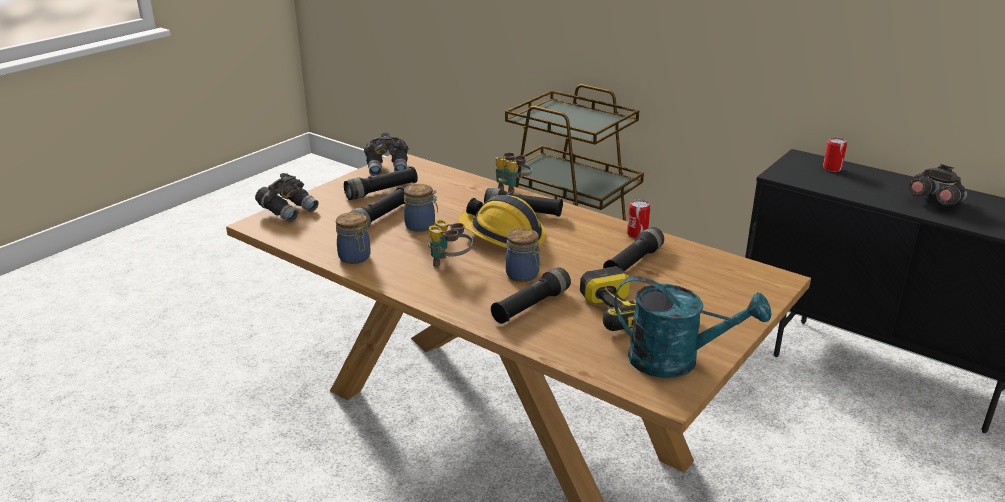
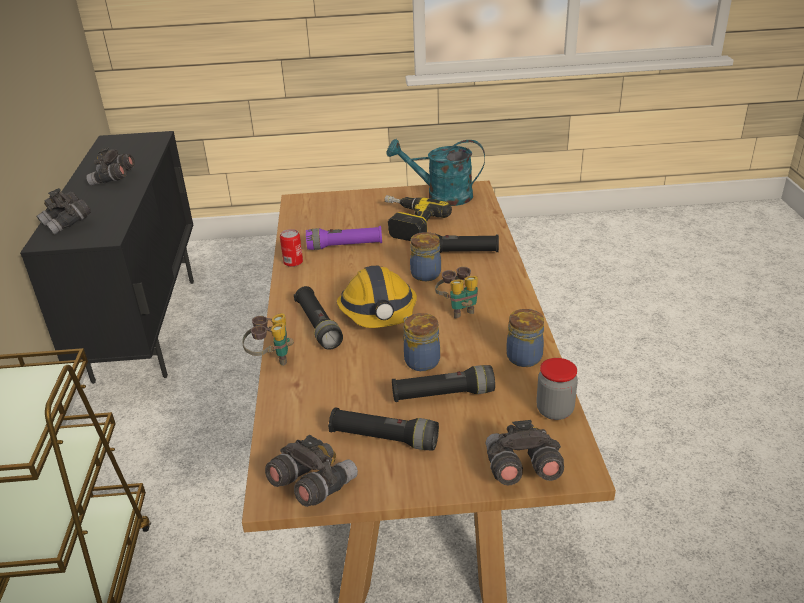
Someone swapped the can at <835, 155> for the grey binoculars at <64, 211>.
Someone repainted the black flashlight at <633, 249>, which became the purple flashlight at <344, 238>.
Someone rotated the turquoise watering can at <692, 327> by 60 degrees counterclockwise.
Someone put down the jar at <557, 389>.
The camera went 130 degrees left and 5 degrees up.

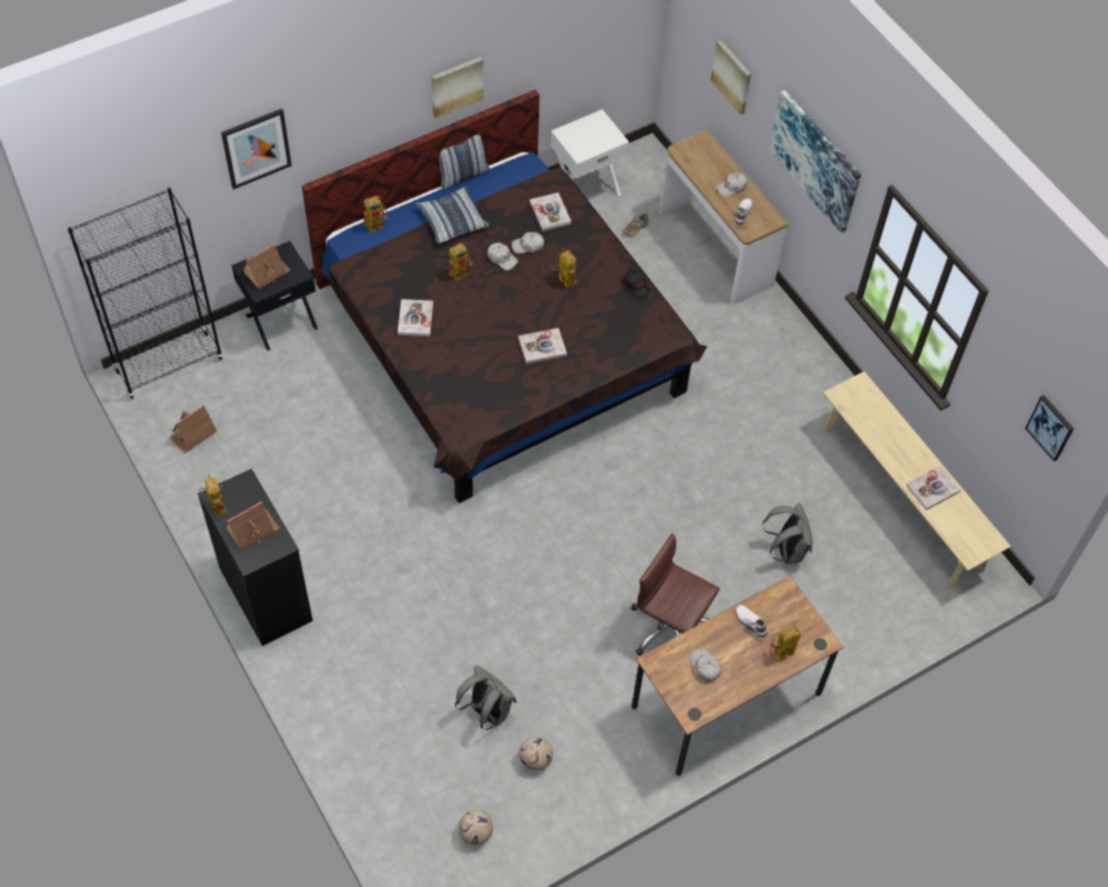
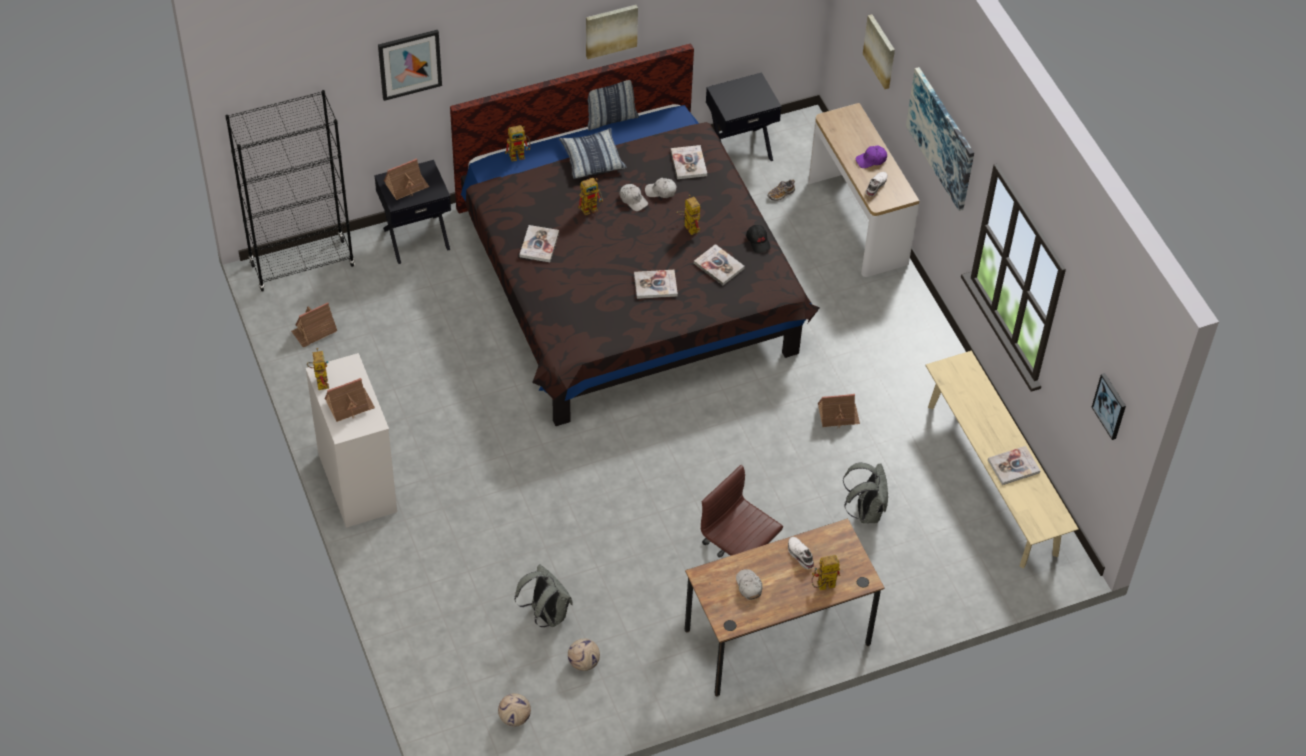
Someone repainted the black dresser at <255, 557>, which became the white dresser at <351, 440>.
Someone put down the book at <719, 264>.
Someone repainted the white nightstand at <589, 152>, which became the black nightstand at <744, 116>.
Someone put down the toy house at <838, 410>.
Someone repainted the white cap at <732, 184>, which became the purple cap at <871, 157>.
The camera went 10 degrees right and 5 degrees down.

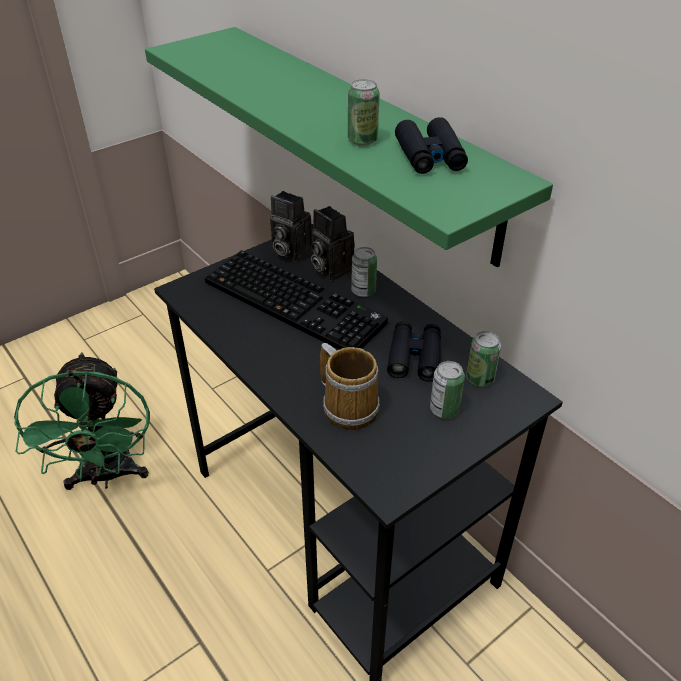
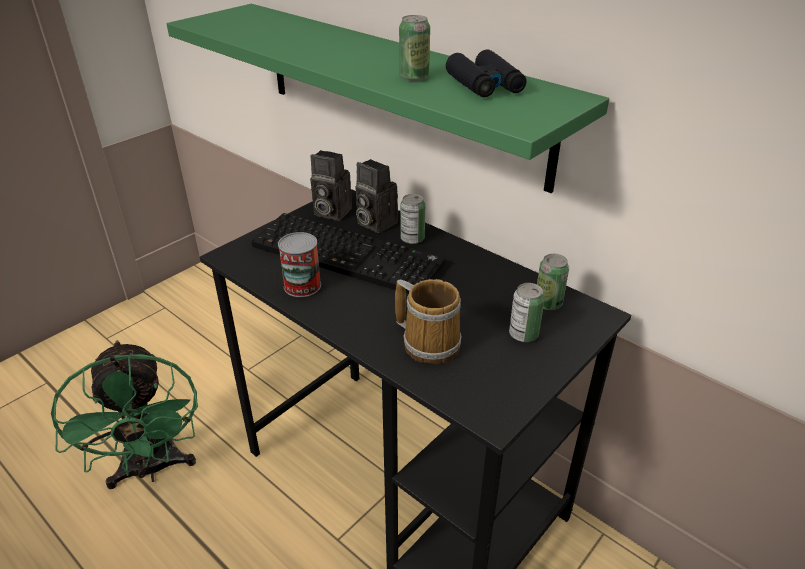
Someone put down the can at <299, 264>.
Someone took away the black binoculars at <414, 351>.
The camera went 10 degrees left and 5 degrees down.

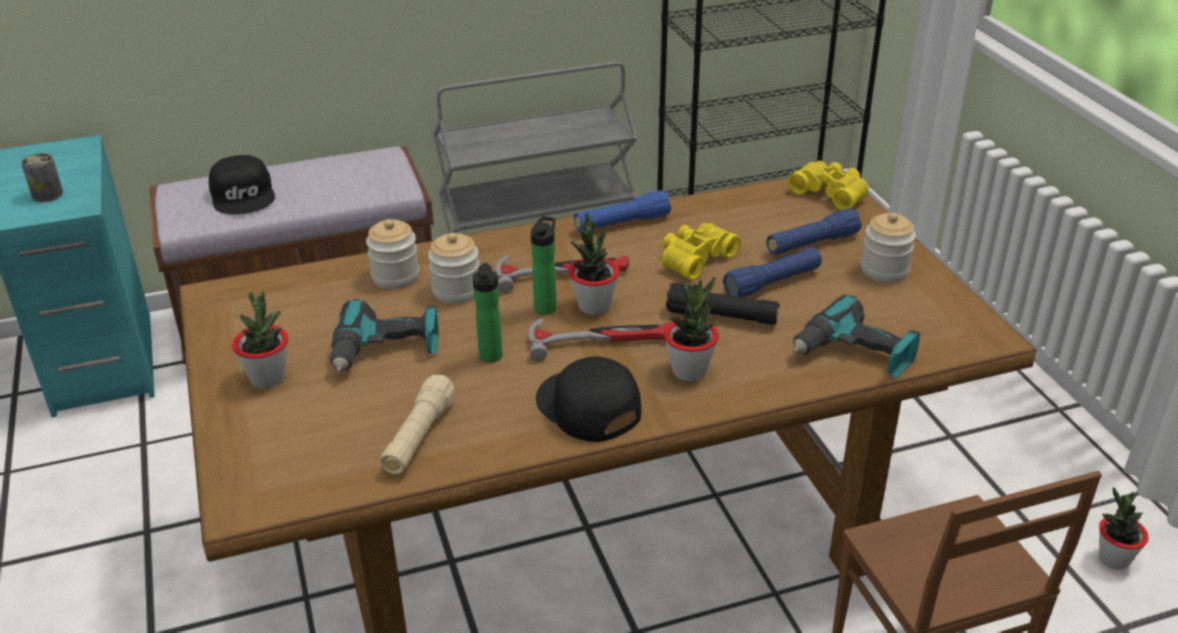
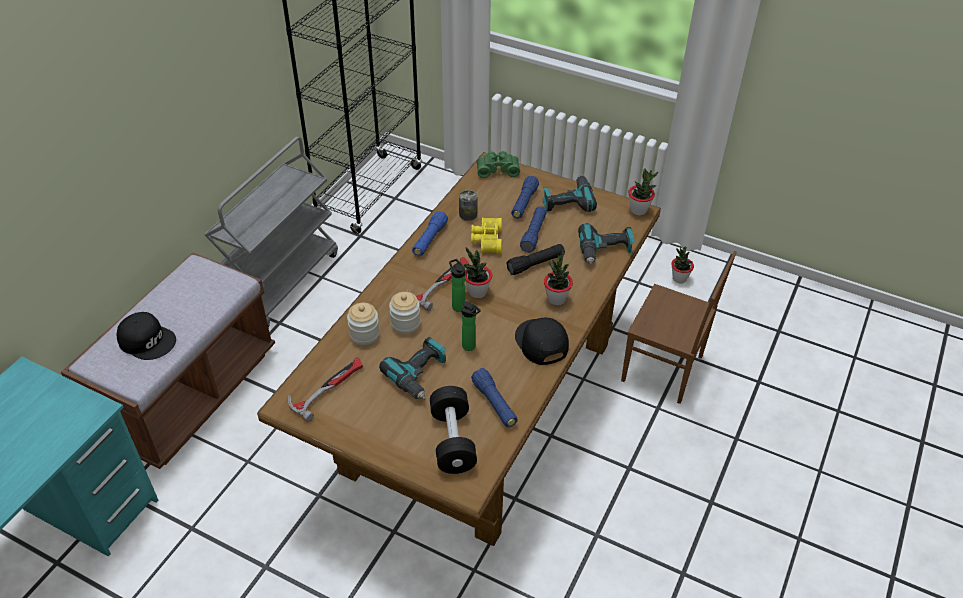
Someone carried the hammer from <599, 339> to <325, 389>.
Someone put down the black dumbbell at <453, 430>.
Someone carried the can from <42, 177> to <468, 205>.
Someone repainted the beige flashlight at <418, 424>, which became the blue flashlight at <494, 397>.
Someone repainted the yellow binoculars at <828, 185>, which became the green binoculars at <498, 164>.
Someone rotated the black cap at <588, 399> by 60 degrees clockwise.
Someone swapped the jar at <888, 247> for the power drill at <569, 193>.
Someone carried the potted plant from <260, 339> to <643, 191>.
The camera went 45 degrees left and 10 degrees up.

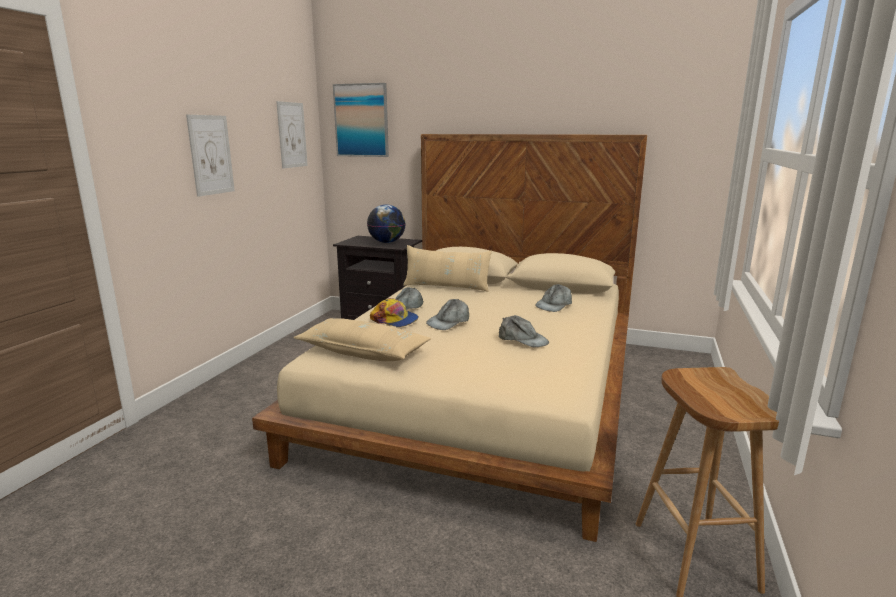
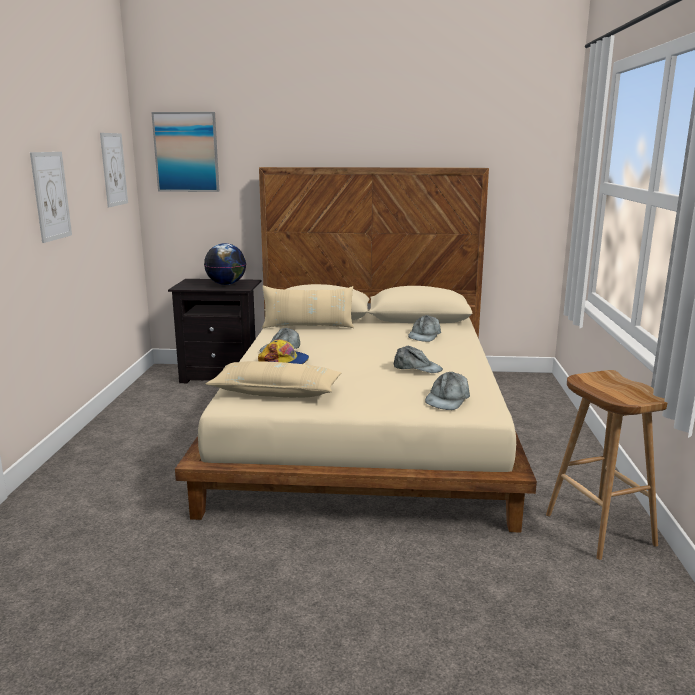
Someone carried the grey cap from <447, 314> to <447, 390>.
The camera went 15 degrees left and 0 degrees up.

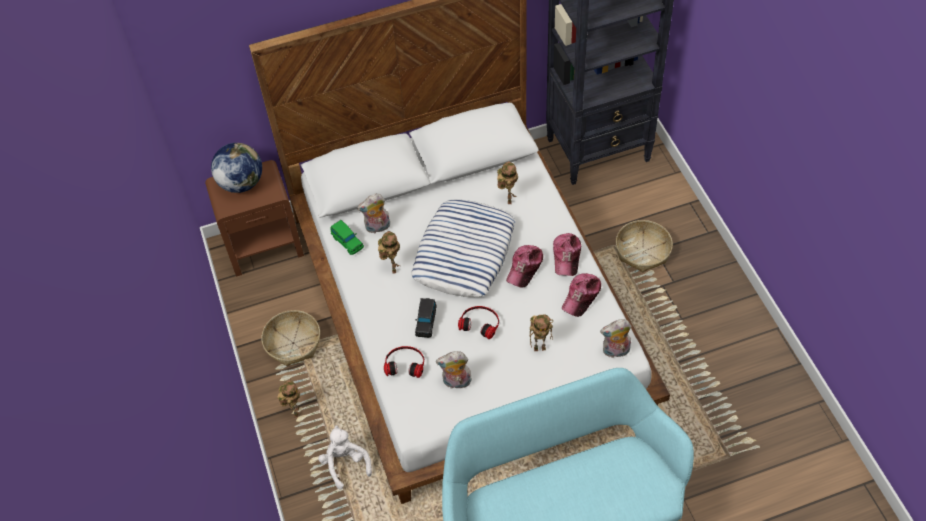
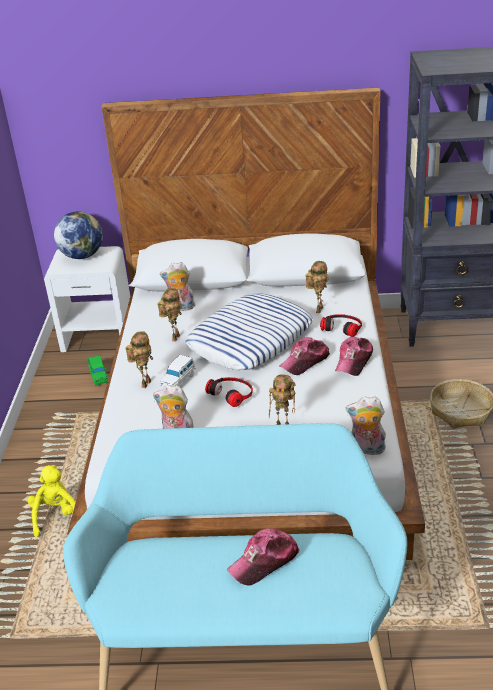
Someone repainted the white plush toy at <345, 457>, which became the yellow plush toy at <52, 501>.
Someone repainted the brown nightstand at <254, 218>, which became the white nightstand at <87, 299>.
Someone carried the green toy car from <347, 237> to <98, 370>.
Someone carried the toy robot from <289, 398> to <139, 359>.
Someone repainted the black toy car at <426, 318>, which became the white toy car at <177, 372>.
Someone carried the cap from <581, 295> to <263, 557>.
Someone carried the headphones from <404, 362> to <341, 325>.
Someone took away the basket at <290, 338>.
The camera went 20 degrees right and 20 degrees down.

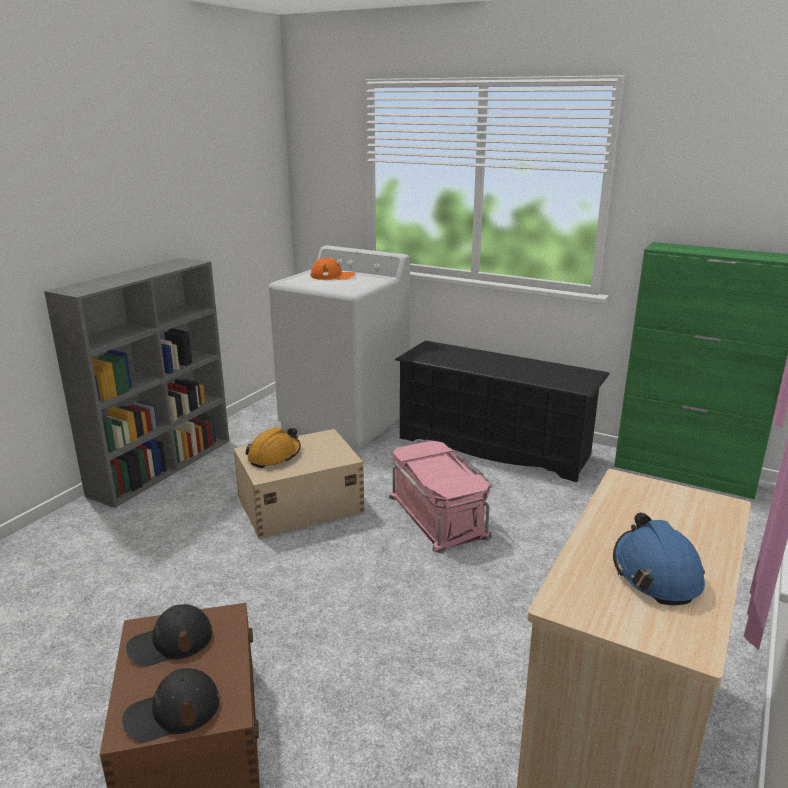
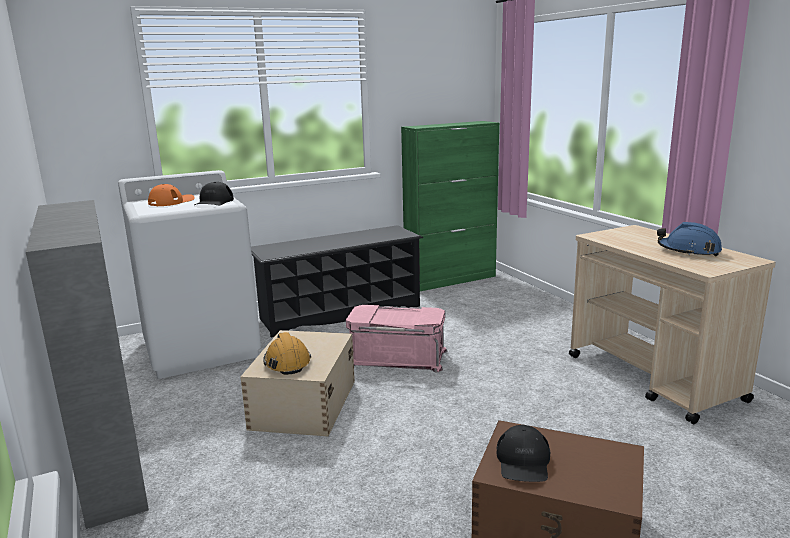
Someone carried the black cap from <171, 705> to <214, 193>.
The camera went 55 degrees left and 5 degrees down.

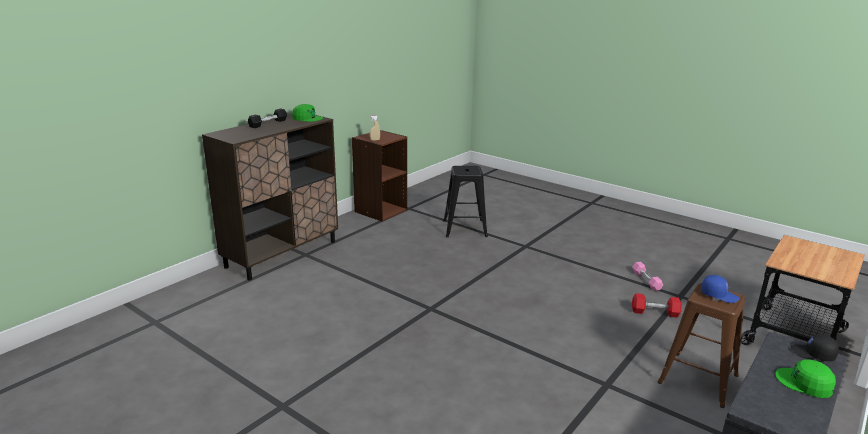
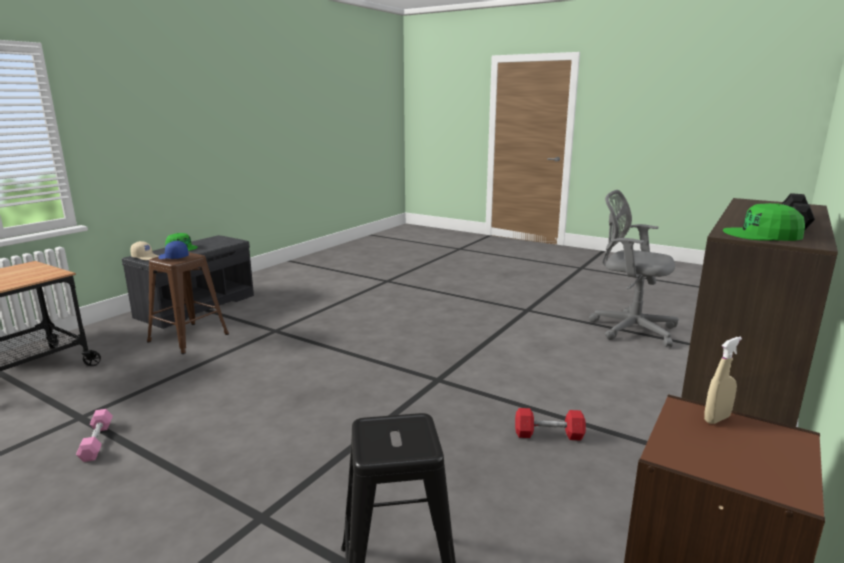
Someone repainted the black cap at <815, 347>, which became the beige cap at <145, 250>.
Someone carried the red dumbbell from <657, 305> to <550, 424>.
Someone put down the grey office chair at <634, 268>.
The camera went 175 degrees right and 5 degrees down.

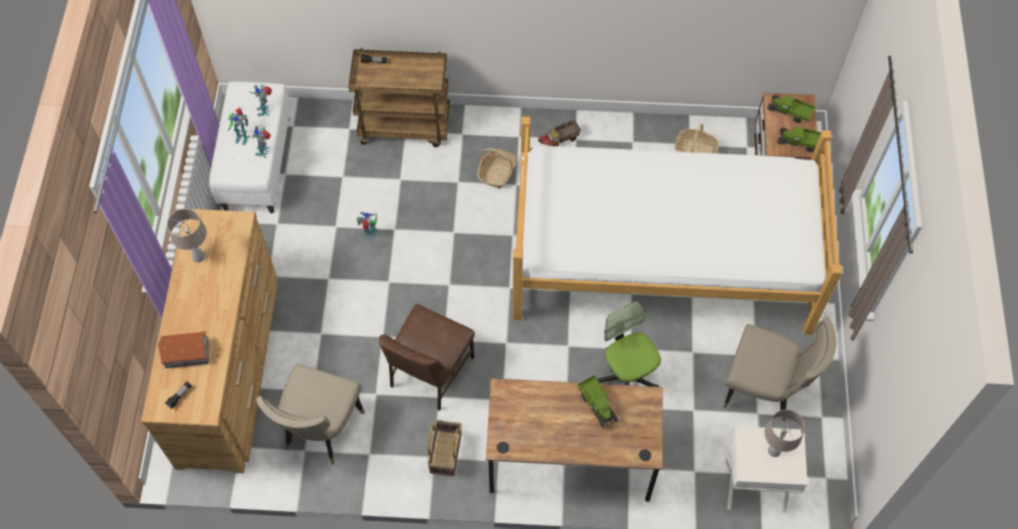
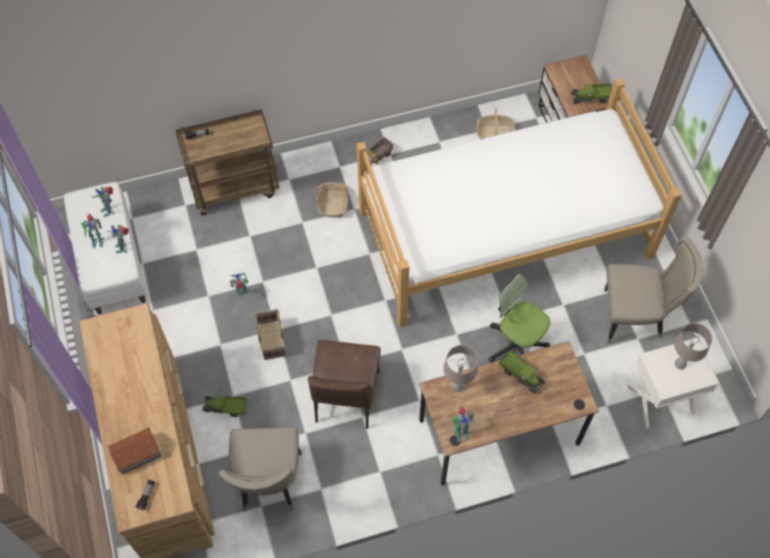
Someone carried the toy truck from <791, 109> to <224, 406>.
Someone carried the basket from <444, 448> to <270, 334>.
Someone carried the beige table lamp from <187, 235> to <460, 368>.
Someone put down the toy robot at <463, 424>.
The camera went 20 degrees left and 0 degrees up.

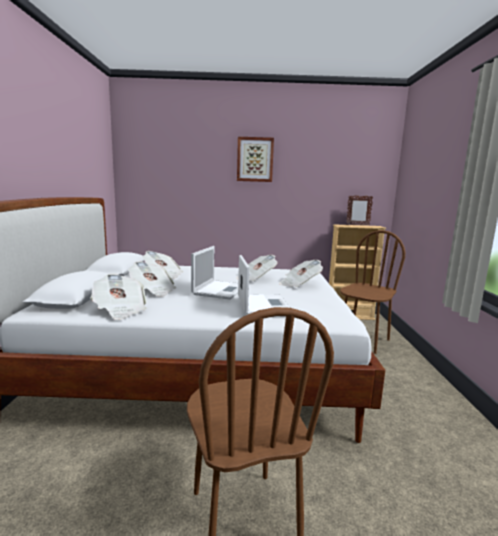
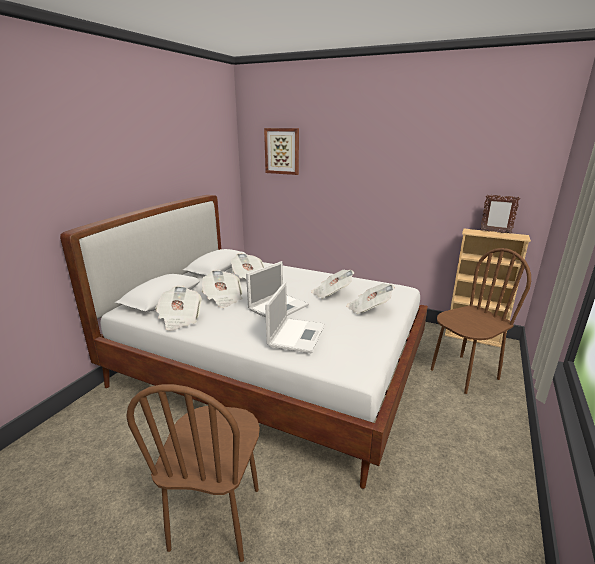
Someone carried the picture from <255, 159> to <281, 151>.
The camera went 25 degrees right and 10 degrees up.

